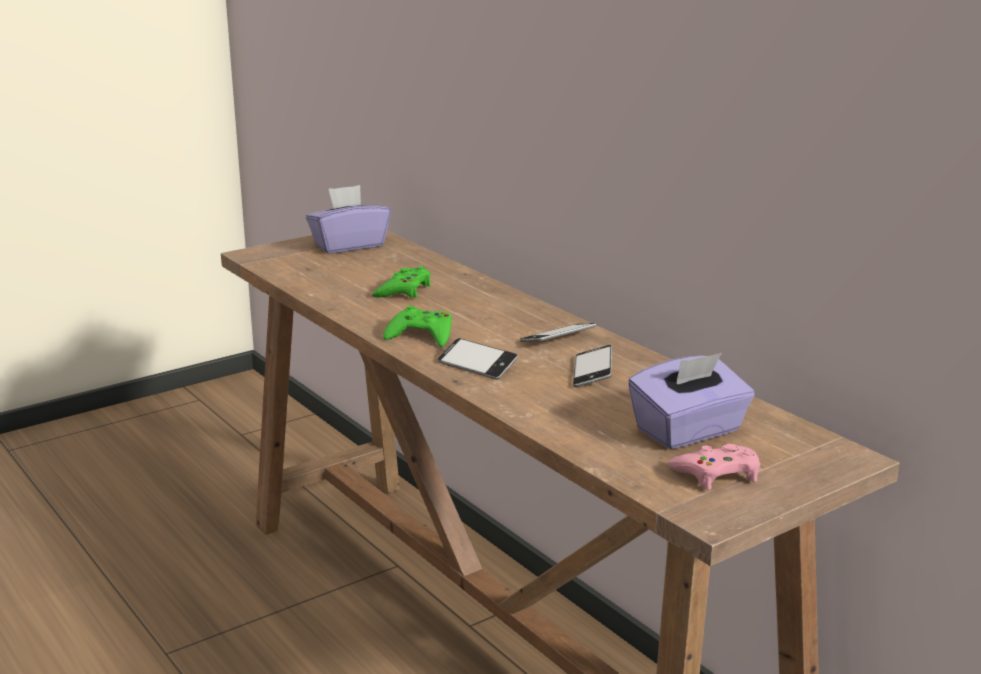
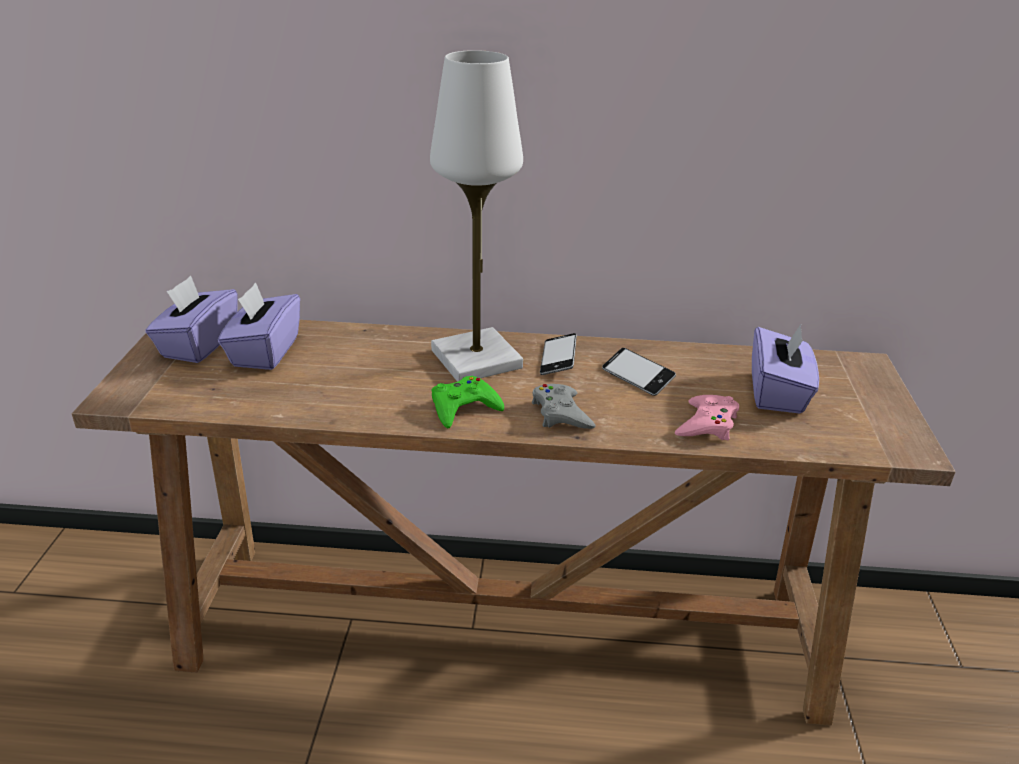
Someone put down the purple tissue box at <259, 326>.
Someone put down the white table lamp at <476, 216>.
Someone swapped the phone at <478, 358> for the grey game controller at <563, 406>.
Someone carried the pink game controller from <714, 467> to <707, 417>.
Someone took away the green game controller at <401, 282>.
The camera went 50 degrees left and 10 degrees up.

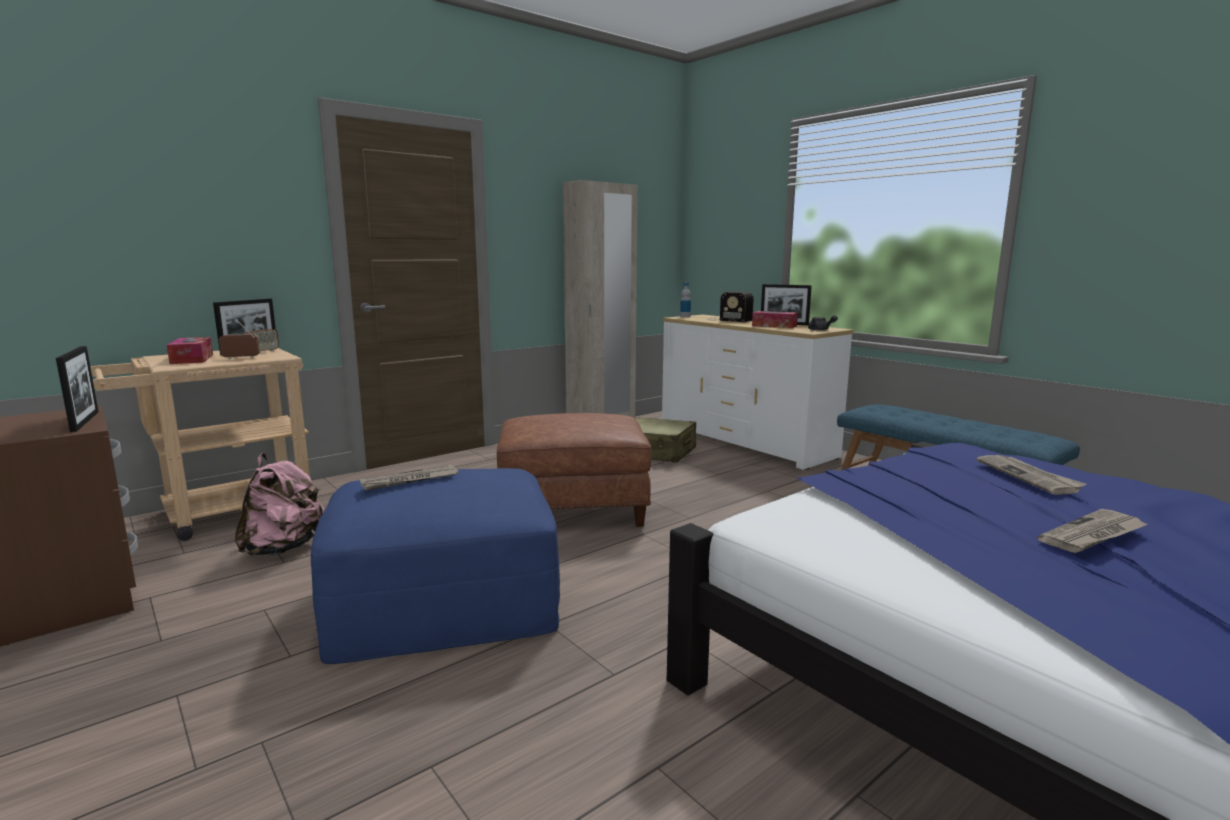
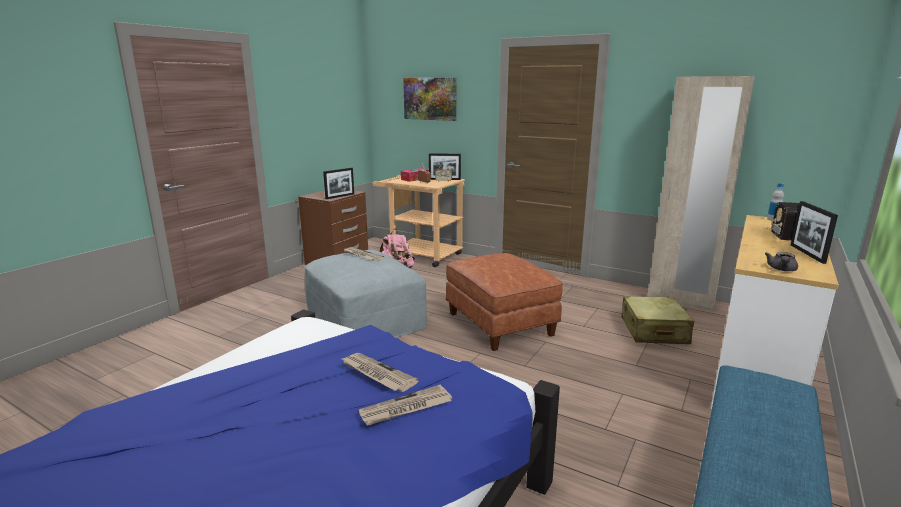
Someone repainted the blue ottoman at <435, 566>, which became the grey ottoman at <366, 294>.
Someone carried the newspaper from <1092, 531> to <379, 372>.
Someone put up the picture at <429, 99>.
Someone took away the tissue box at <775, 319>.
The camera went 70 degrees right and 5 degrees up.

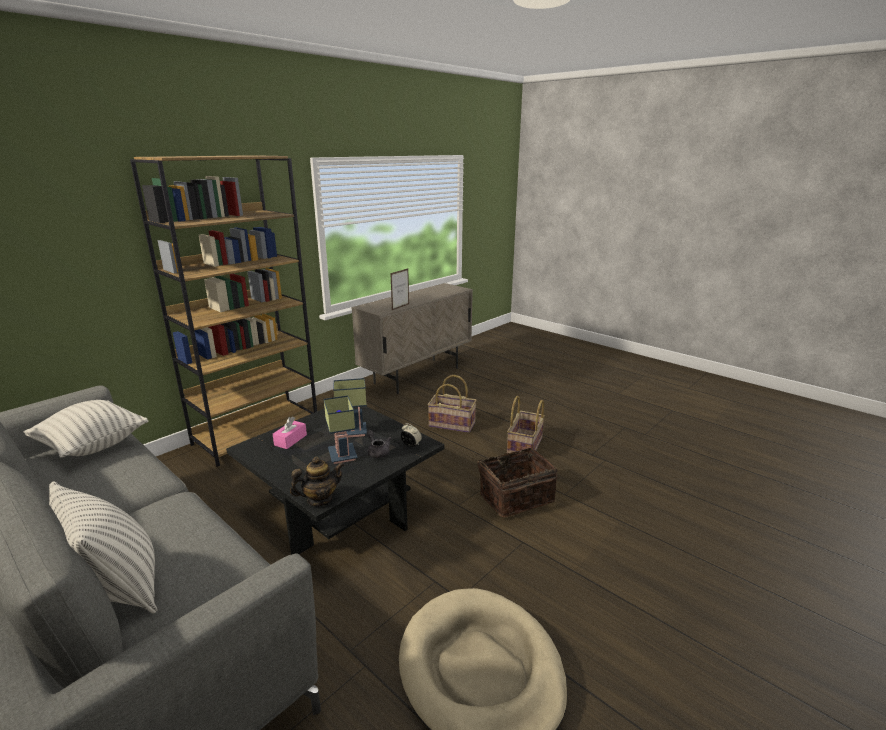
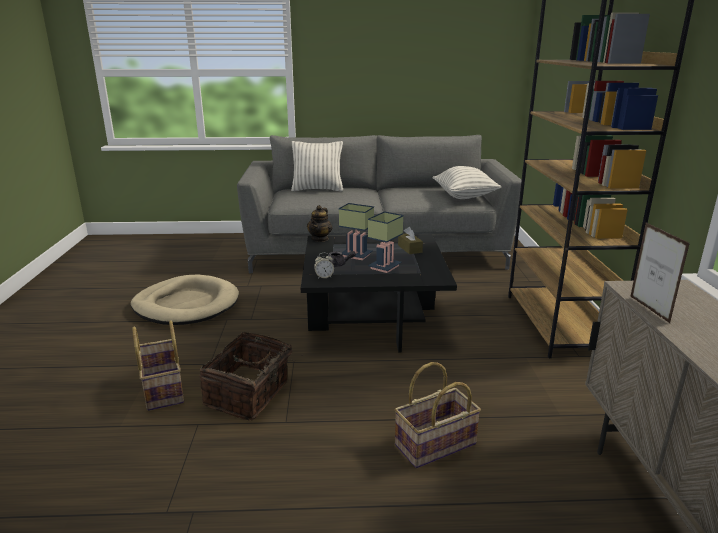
Someone carried the basket from <526, 424> to <158, 365>.
Someone repainted the pink tissue box at <290, 433>, which became the brown tissue box at <410, 240>.
The camera went 135 degrees right and 0 degrees up.

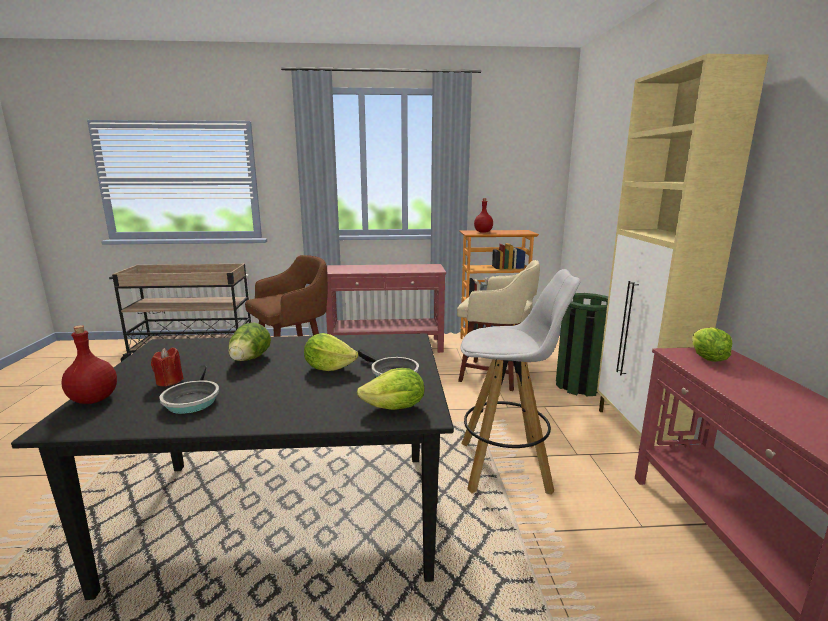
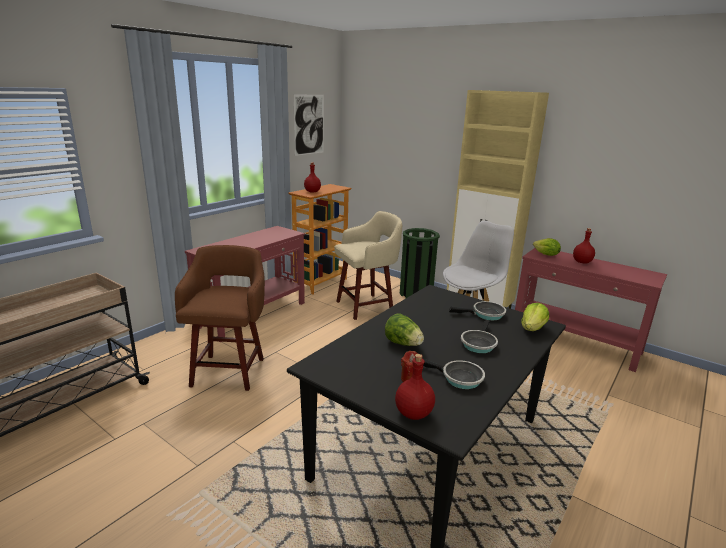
Someone put up the picture at <308, 125>.
Someone put down the frying pan at <479, 336>.
Someone put down the red bottle at <584, 245>.
Someone took away the lettuce at <331, 352>.
The camera went 50 degrees left and 5 degrees up.

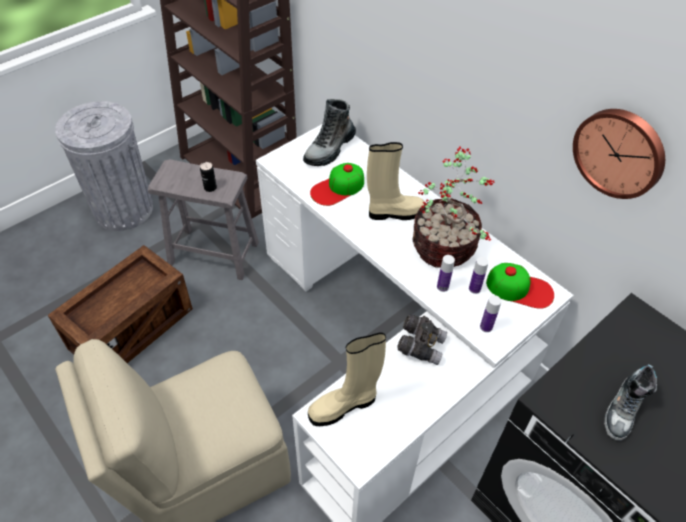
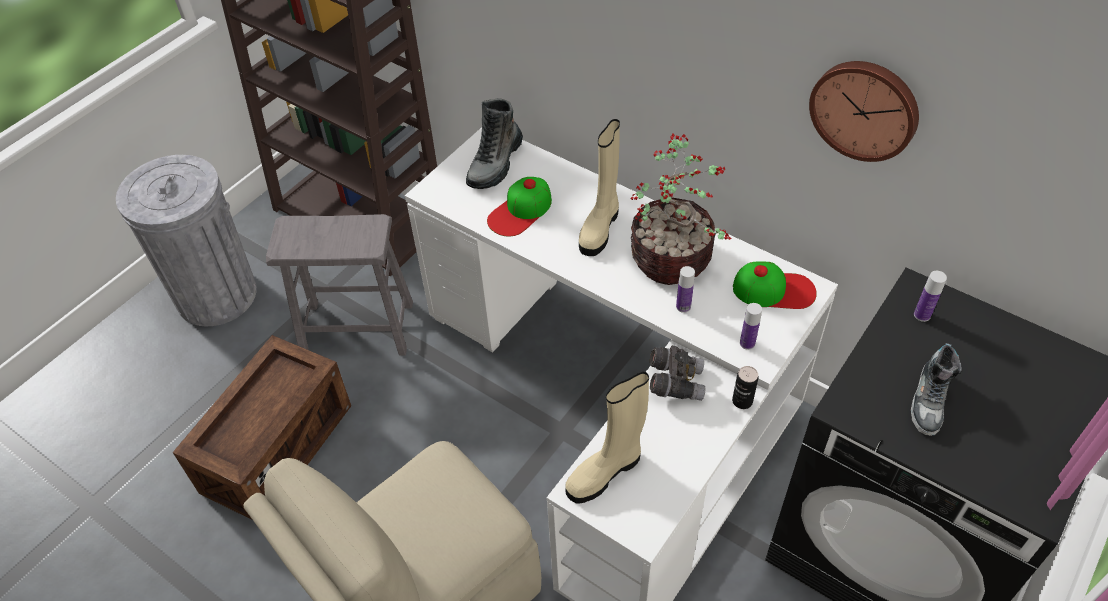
Someone rotated the beige boot at <396, 181> by 135 degrees clockwise.
Someone carried the can from <208, 177> to <745, 387>.
Someone carried the bottle from <479, 275> to <930, 296>.
The camera went 10 degrees left and 0 degrees up.

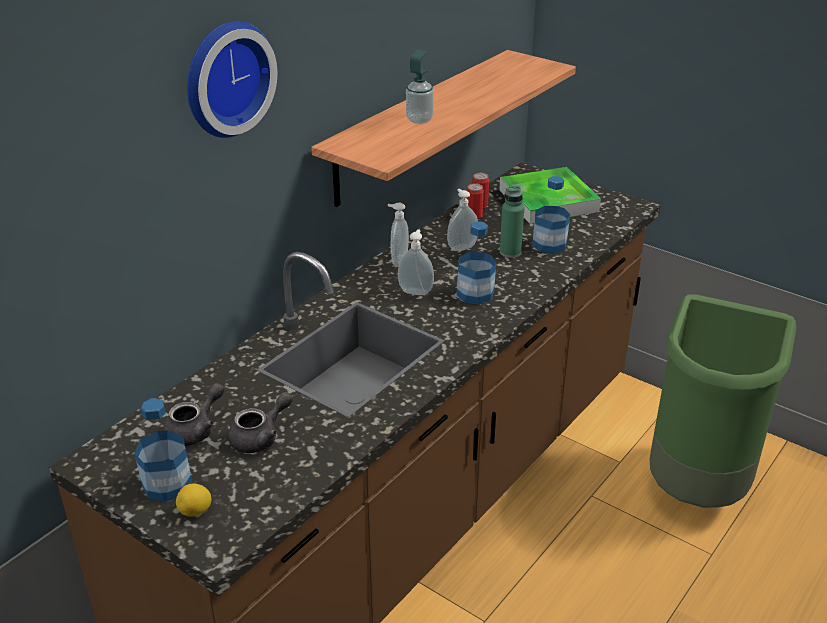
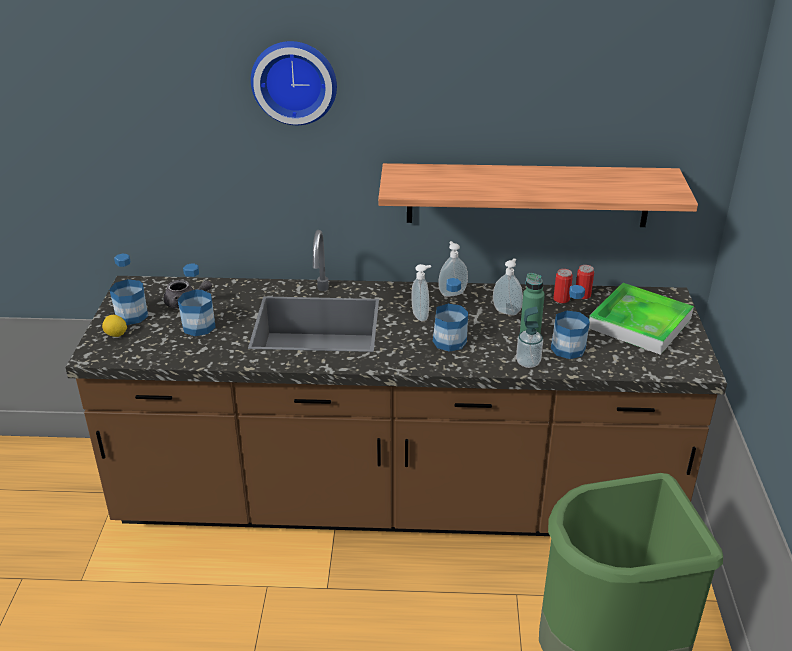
Someone swapped the grey teapot at <260, 422> for the bottle at <197, 299>.
Someone carried the soap dispenser from <420, 87> to <529, 337>.
The camera went 55 degrees right and 0 degrees up.

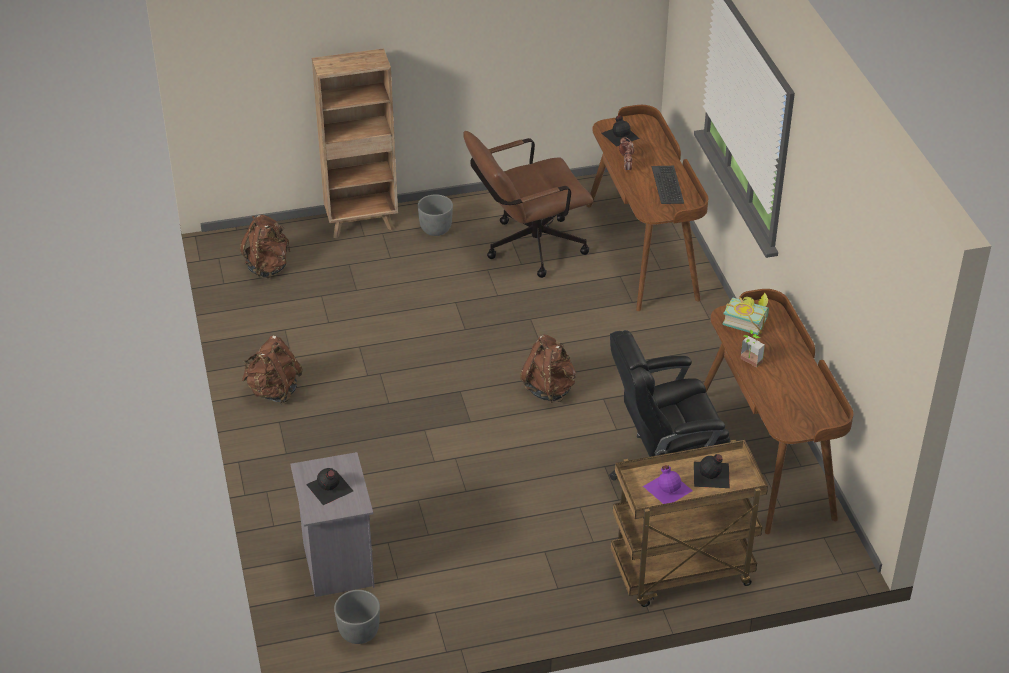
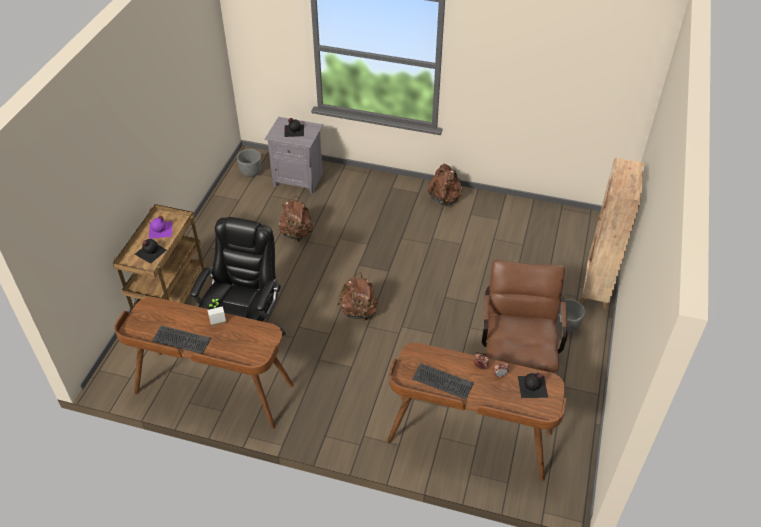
Someone put down the keyboard at <181, 339>.
Someone carried the brown backpack from <265, 246> to <296, 219>.
Someone took away the book at <745, 314>.
The camera went 120 degrees right and 5 degrees up.

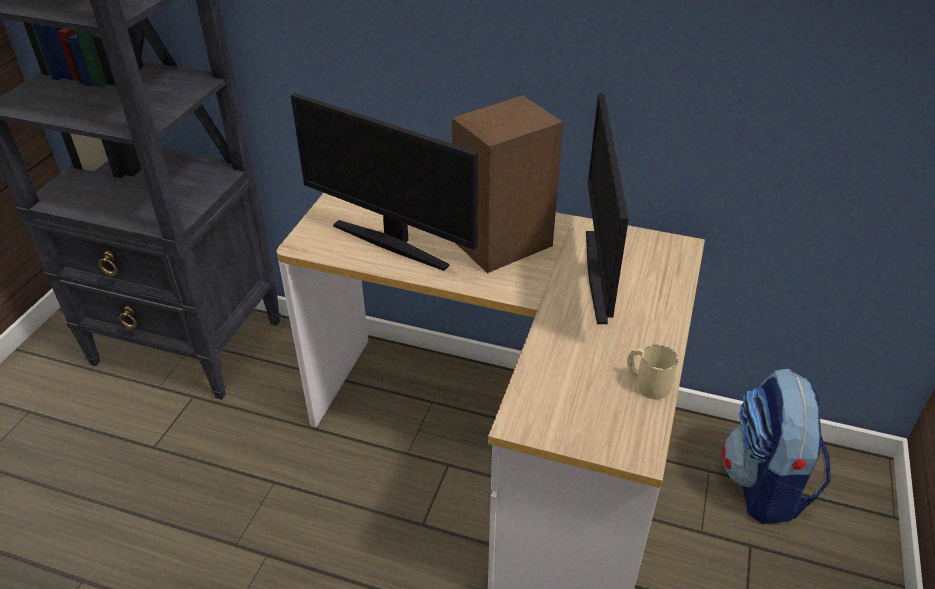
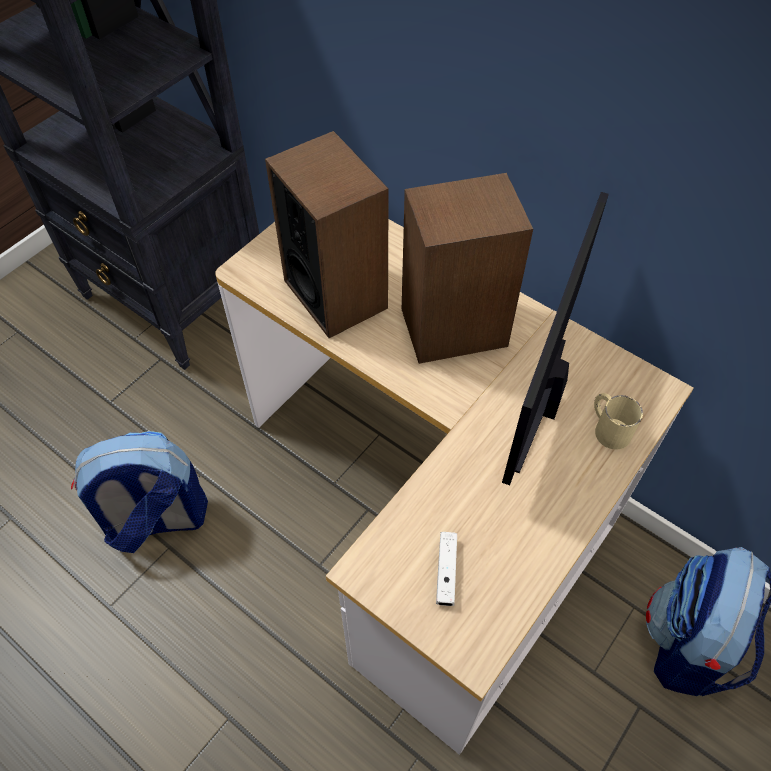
Someone put down the backpack at <139, 492>.
Someone swapped the monitor at <384, 182> for the speaker at <327, 234>.
Someone put down the white game controller at <446, 569>.
Someone carried the beige mug from <652, 372> to <618, 421>.
The camera went 20 degrees right and 15 degrees up.

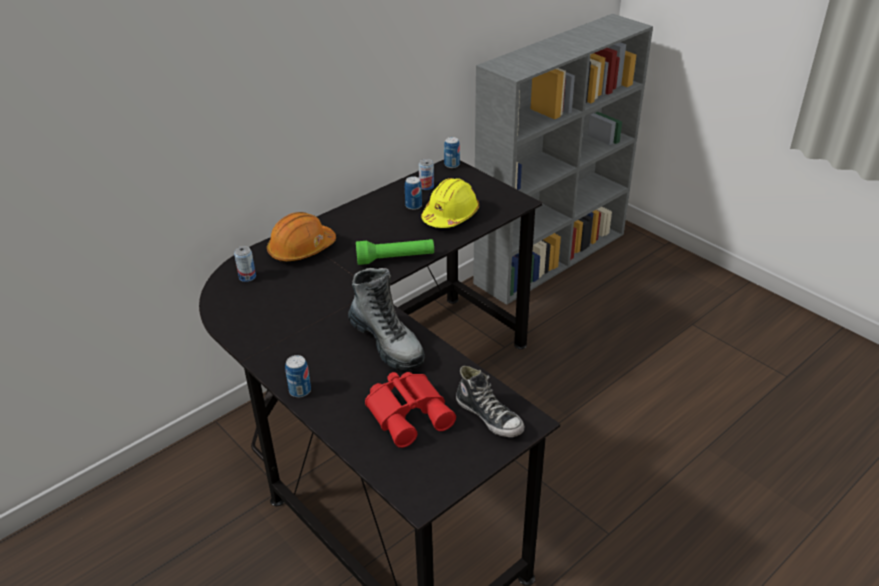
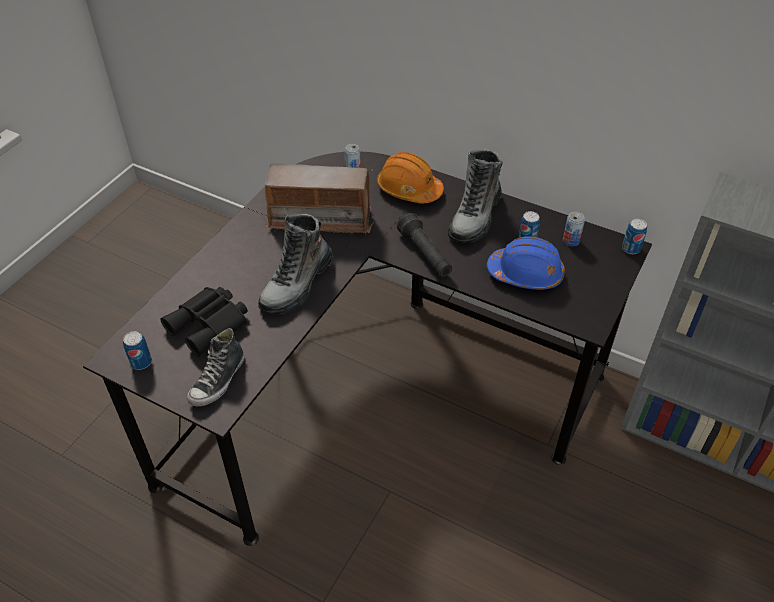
Someone carried the can from <298, 376> to <137, 350>.
Someone repainted the red binoculars at <410, 410>, which became the black binoculars at <204, 321>.
Someone put down the radio at <318, 198>.
Someone repainted the green flashlight at <395, 252>, which became the black flashlight at <424, 245>.
Someone put down the boot at <475, 196>.
Someone repainted the yellow hard hat at <450, 203>, which became the blue hard hat at <526, 263>.
The camera went 70 degrees right and 10 degrees up.

